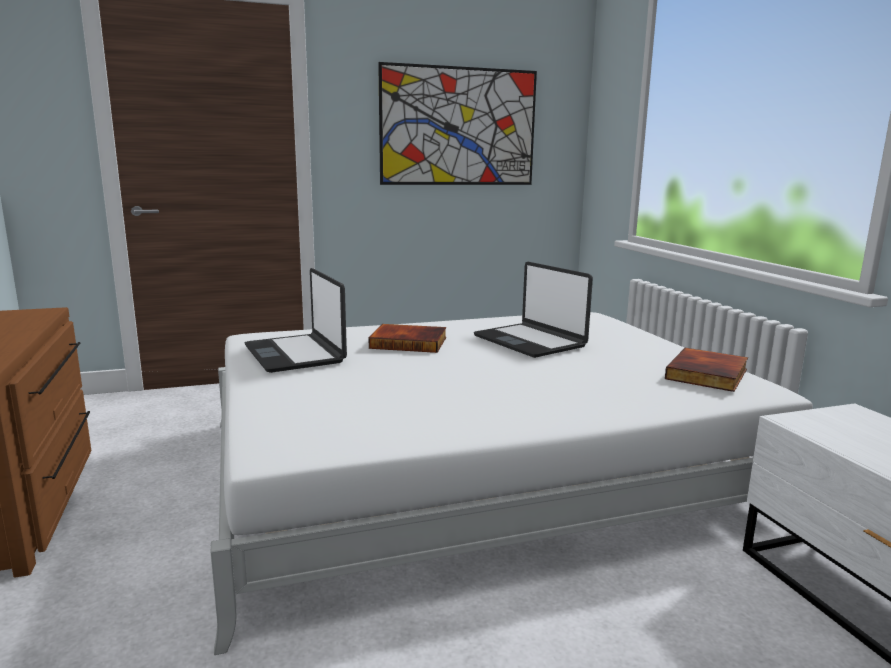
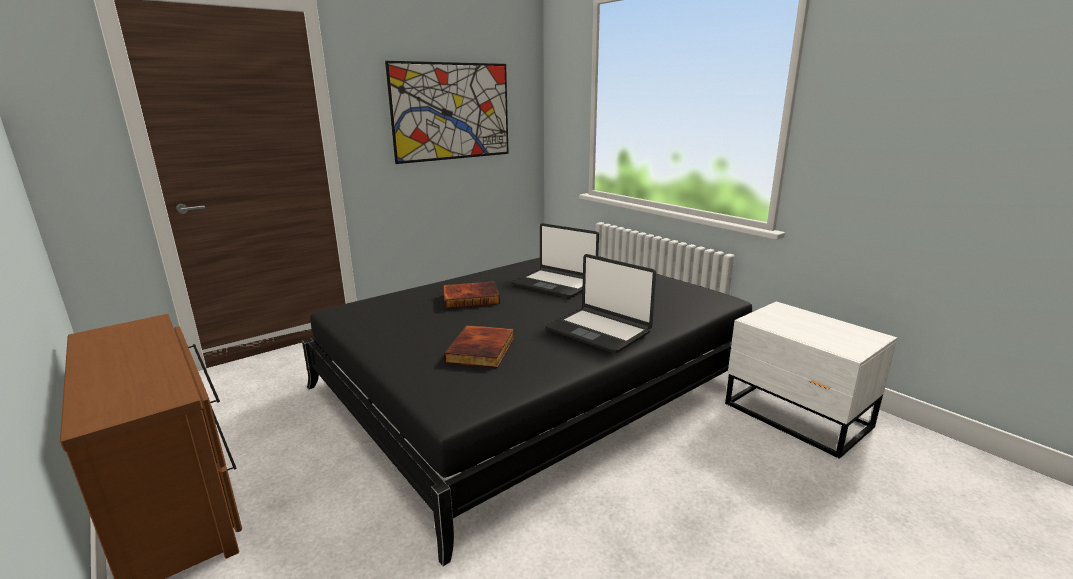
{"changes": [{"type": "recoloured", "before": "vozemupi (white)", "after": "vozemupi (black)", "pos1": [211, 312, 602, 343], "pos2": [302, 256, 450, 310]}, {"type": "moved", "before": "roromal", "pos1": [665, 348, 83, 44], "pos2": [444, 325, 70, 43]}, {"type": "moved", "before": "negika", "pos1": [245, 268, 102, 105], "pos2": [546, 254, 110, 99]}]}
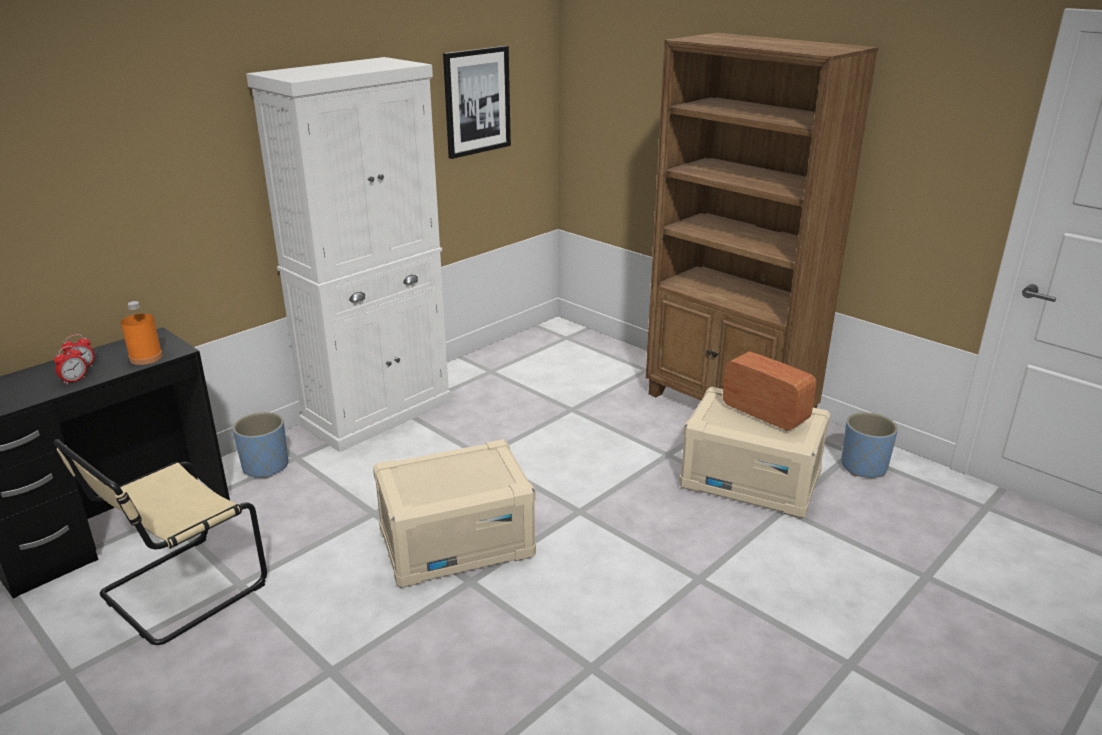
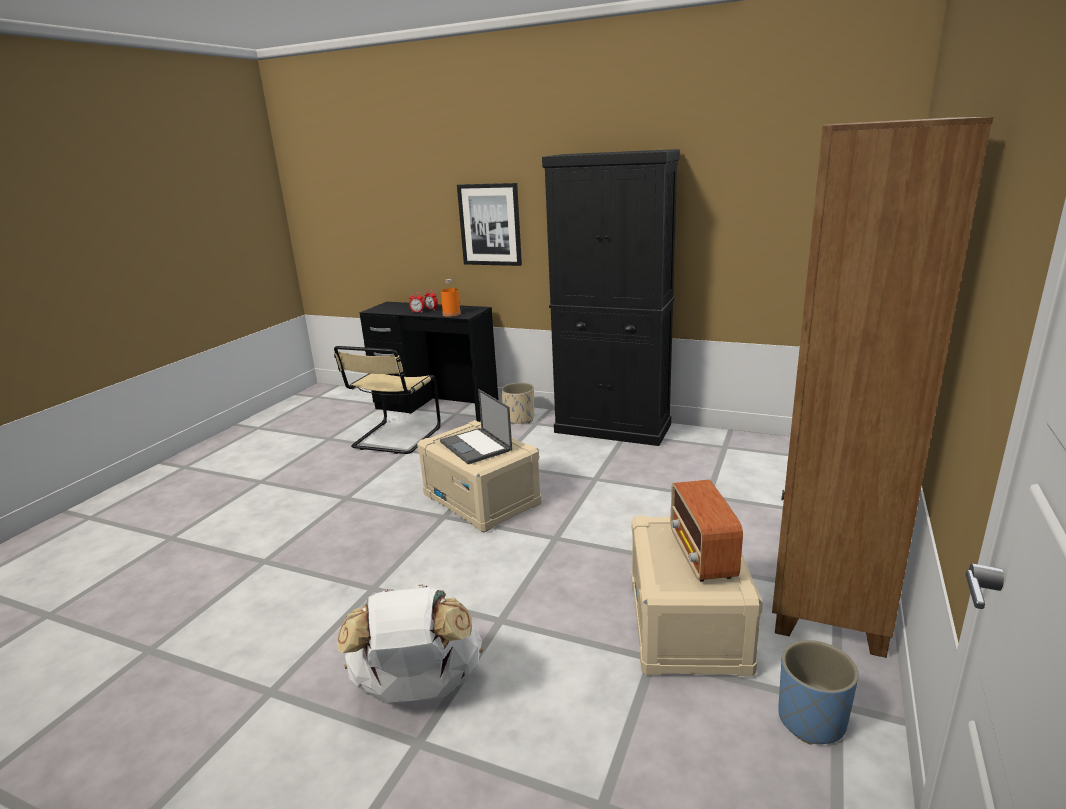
{"changes": [{"type": "turned", "before": "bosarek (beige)", "pos1": [54, 439, 213, 206], "pos2": [334, 346, 107, 108], "turn": -90}, {"type": "added", "after": "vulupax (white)", "pos2": [337, 585, 145, 119]}, {"type": "added", "after": "negika", "pos2": [440, 389, 72, 75]}, {"type": "moved", "before": "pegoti", "pos1": [443, 46, 68, 113], "pos2": [457, 183, 65, 83]}, {"type": "recoloured", "before": "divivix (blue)", "after": "divivix (beige)", "pos1": [233, 412, 55, 66], "pos2": [501, 383, 33, 41]}, {"type": "recoloured", "before": "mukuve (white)", "after": "mukuve (black)", "pos1": [246, 57, 205, 395], "pos2": [542, 149, 138, 297]}, {"type": "turned", "before": "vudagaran", "pos1": [723, 352, 93, 79], "pos2": [671, 480, 72, 102], "turn": 150}]}
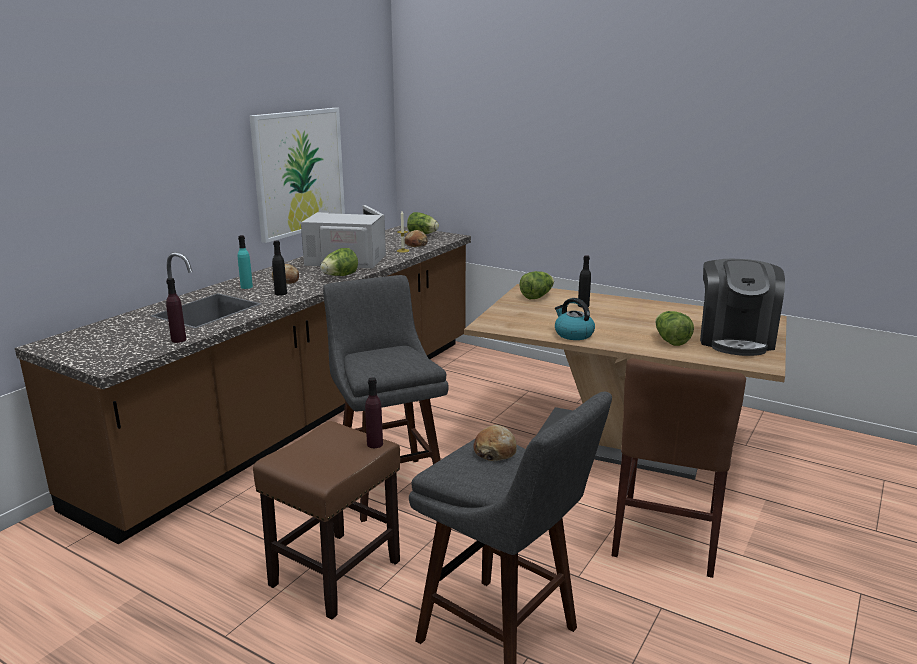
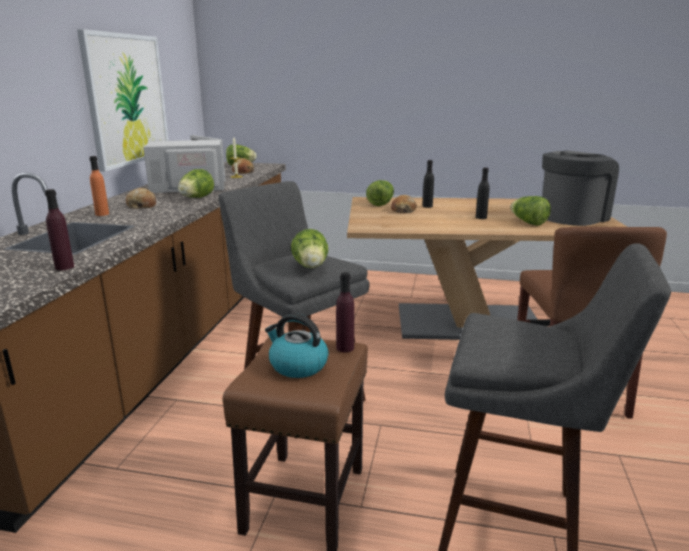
{"changes": [{"type": "recoloured", "before": "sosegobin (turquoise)", "after": "sosegobin (orange)", "pos1": [238, 235, 15, 54], "pos2": [89, 156, 20, 60]}, {"type": "moved", "before": "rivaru", "pos1": [555, 298, 40, 42], "pos2": [265, 313, 64, 65]}, {"type": "added", "after": "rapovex", "pos2": [291, 229, 37, 39]}, {"type": "moved", "before": "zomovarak", "pos1": [473, 425, 44, 36], "pos2": [391, 195, 26, 18]}, {"type": "moved", "before": "sosegobin (black)", "pos1": [272, 240, 15, 56], "pos2": [476, 168, 14, 51]}, {"type": "turned", "before": "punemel", "pos1": [700, 259, 85, 97], "pos2": [542, 151, 77, 75], "turn": -120}]}
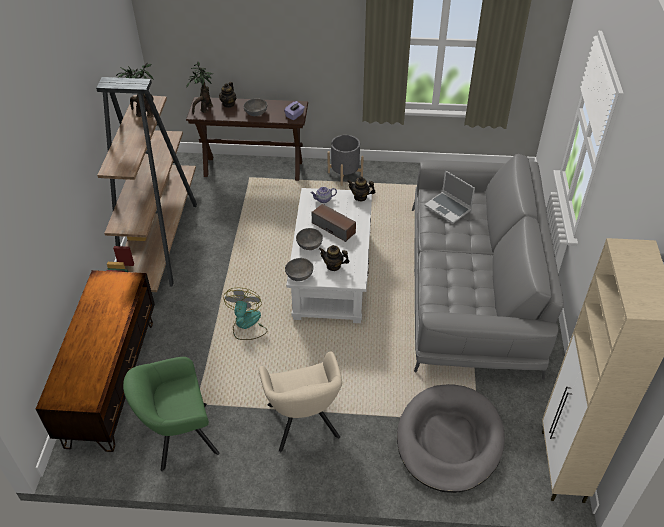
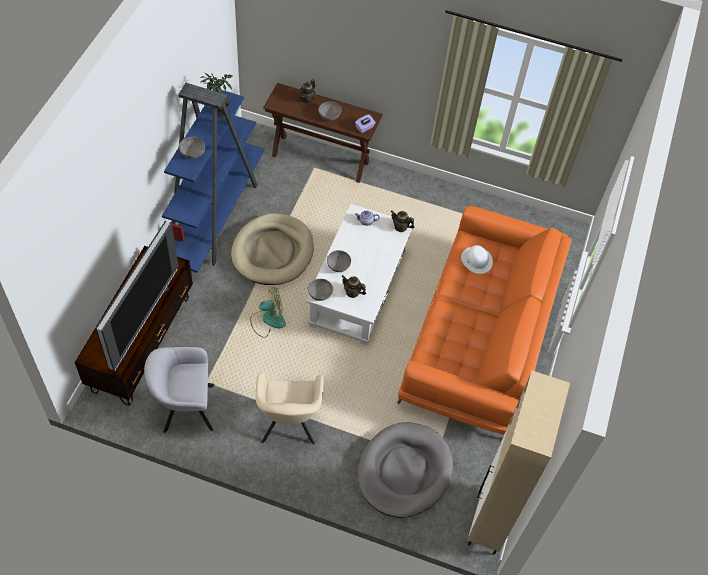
{"changes": [{"type": "added", "after": "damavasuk", "pos2": [96, 221, 82, 150]}, {"type": "recoloured", "before": "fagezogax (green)", "after": "fagezogax (grey)", "pos1": [123, 357, 97, 114], "pos2": [144, 347, 70, 86]}, {"type": "recoloured", "before": "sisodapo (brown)", "after": "sisodapo (blue)", "pos1": [96, 77, 101, 215], "pos2": [162, 83, 103, 190]}, {"type": "added", "after": "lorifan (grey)", "pos2": [179, 137, 26, 22]}, {"type": "added", "after": "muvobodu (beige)", "pos2": [231, 213, 83, 72]}, {"type": "turned", "before": "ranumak", "pos1": [223, 288, 44, 52], "pos2": [250, 287, 36, 51], "turn": 60}, {"type": "recoloured", "before": "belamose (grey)", "after": "belamose (orange)", "pos1": [412, 154, 152, 226], "pos2": [397, 206, 175, 229]}, {"type": "replaced", "before": "negika", "after": "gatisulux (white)", "pos1": [424, 170, 51, 53], "pos2": [461, 245, 32, 29]}, {"type": "removed", "before": "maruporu", "pos1": [186, 62, 27, 52]}, {"type": "removed", "before": "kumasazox", "pos1": [312, 204, 44, 38]}, {"type": "removed", "before": "divivix (grey)", "pos1": [328, 135, 36, 51]}]}
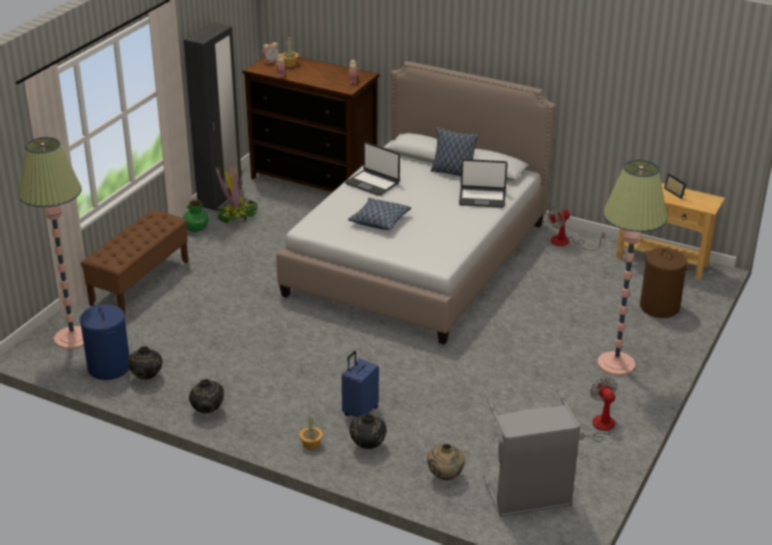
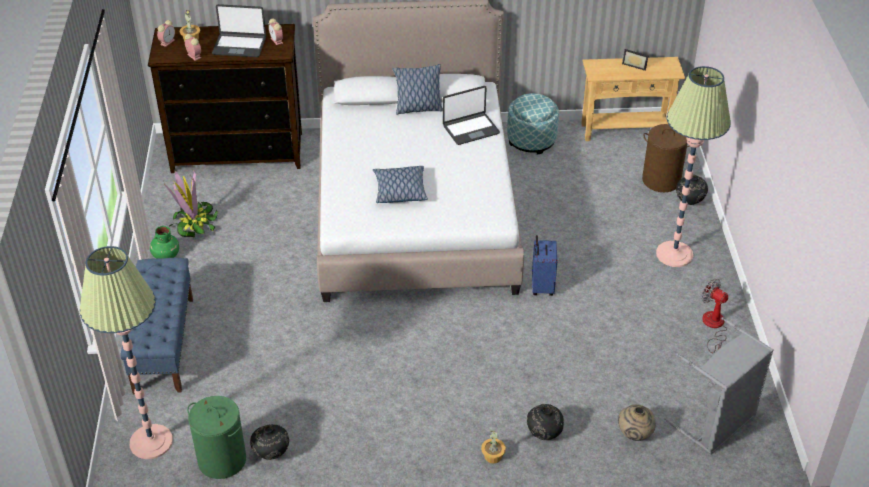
{"changes": [{"type": "recoloured", "before": "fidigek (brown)", "after": "fidigek (blue)", "pos1": [81, 210, 107, 104], "pos2": [121, 258, 72, 136]}, {"type": "recoloured", "before": "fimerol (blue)", "after": "fimerol (green)", "pos1": [80, 304, 50, 76], "pos2": [187, 396, 59, 83]}, {"type": "moved", "before": "negika", "pos1": [345, 142, 55, 54], "pos2": [212, 4, 54, 53]}, {"type": "replaced", "before": "ranumak", "after": "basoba", "pos1": [548, 207, 58, 43], "pos2": [507, 93, 52, 61]}, {"type": "moved", "before": "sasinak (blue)", "pos1": [342, 351, 37, 66], "pos2": [532, 235, 25, 61]}, {"type": "moved", "before": "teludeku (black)", "pos1": [189, 379, 35, 34], "pos2": [676, 175, 32, 30]}, {"type": "removed", "before": "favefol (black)", "pos1": [184, 22, 58, 188]}]}
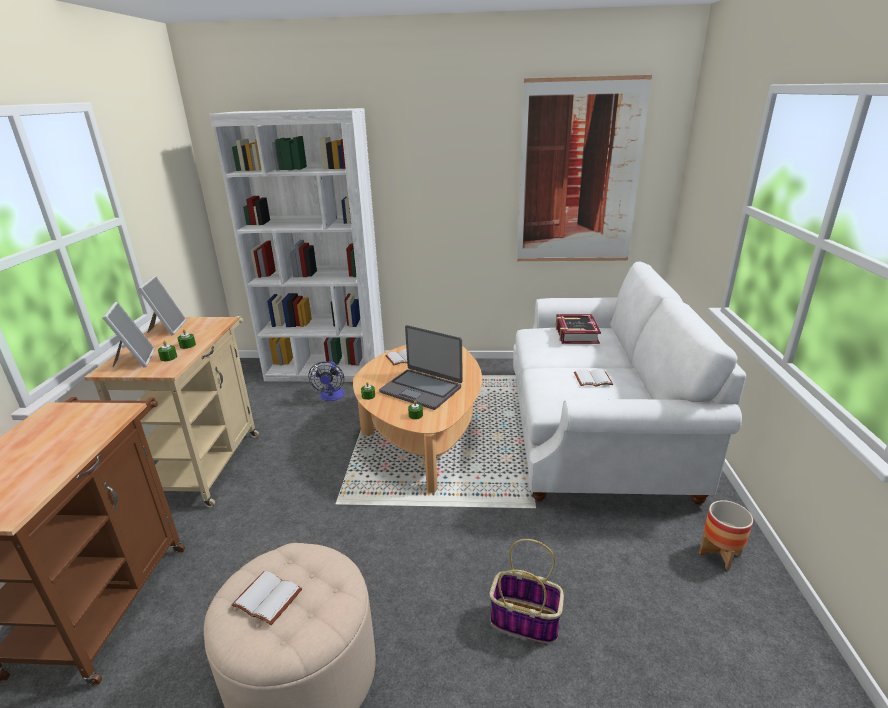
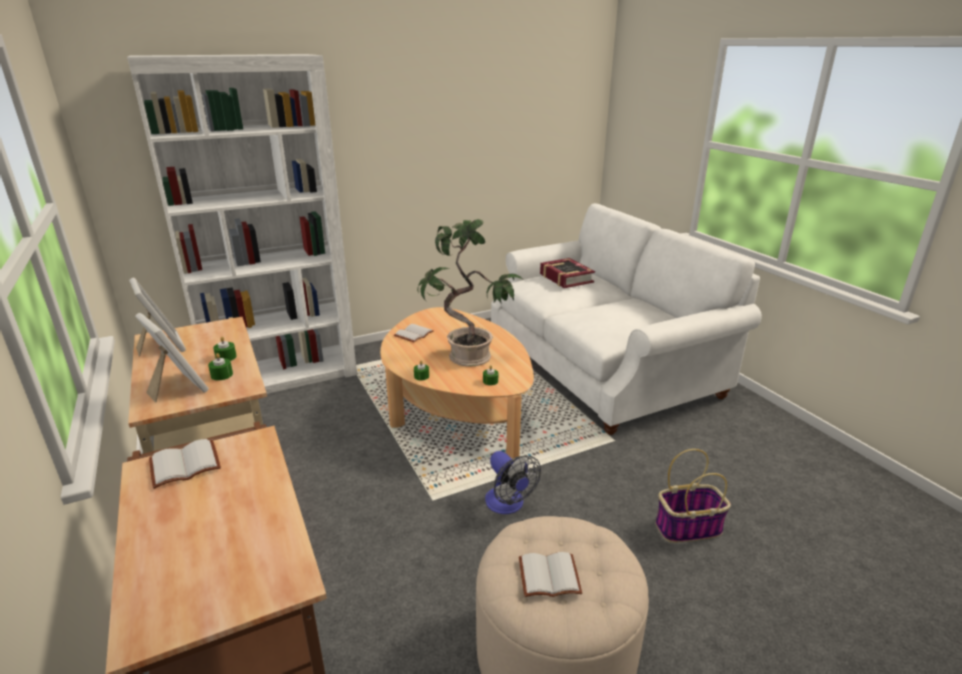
{"changes": [{"type": "moved", "before": "roromal (white)", "pos1": [574, 369, 39, 18], "pos2": [149, 439, 72, 50]}, {"type": "replaced", "before": "negika", "after": "maruporu", "pos1": [379, 325, 84, 85], "pos2": [417, 219, 107, 148]}, {"type": "moved", "before": "ranumak", "pos1": [308, 361, 37, 40], "pos2": [485, 451, 56, 63]}, {"type": "removed", "before": "pegoti", "pos1": [517, 75, 135, 186]}, {"type": "removed", "before": "divivix", "pos1": [699, 500, 54, 70]}]}
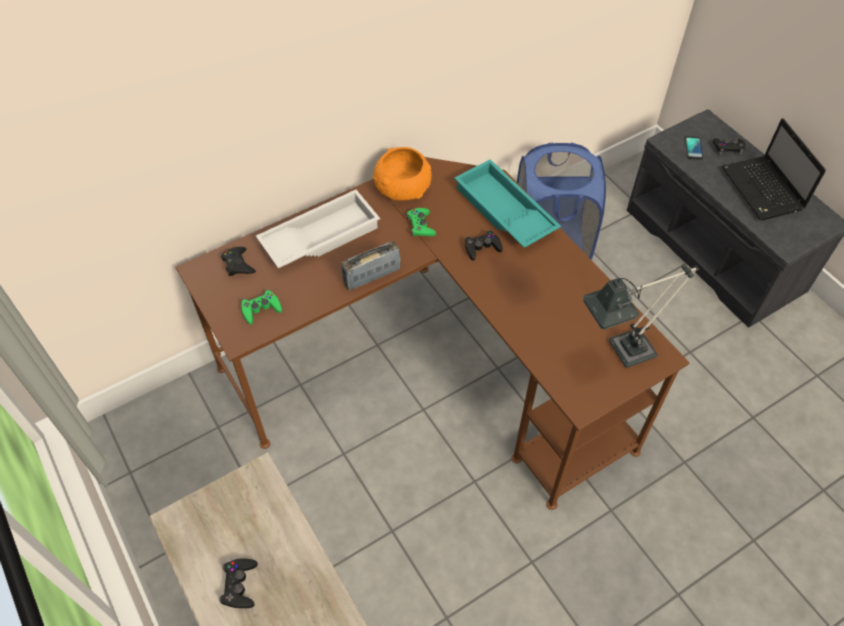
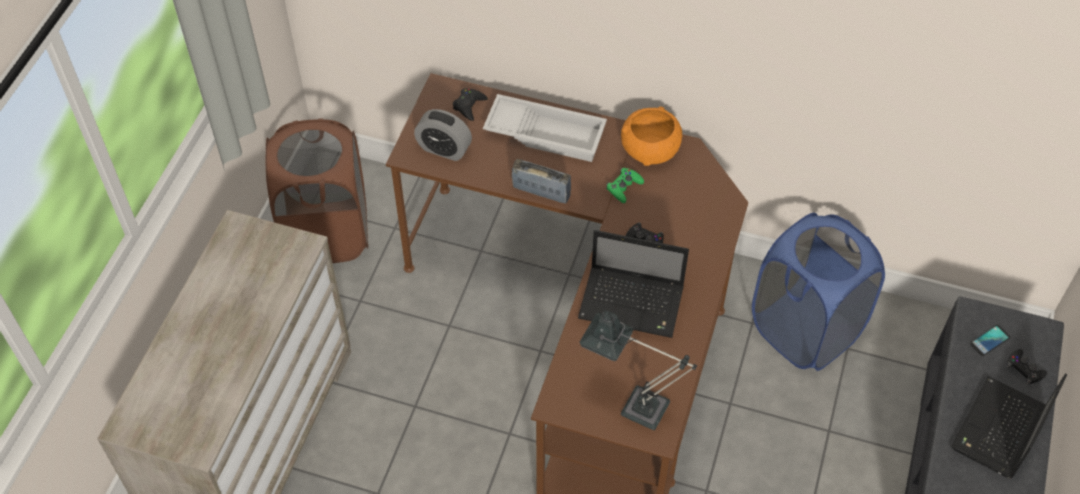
{"changes": [{"type": "added", "after": "fimerol (brown)", "pos2": [266, 119, 102, 144]}, {"type": "replaced", "before": "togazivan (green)", "after": "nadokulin", "pos1": [241, 290, 41, 35], "pos2": [414, 109, 58, 52]}, {"type": "added", "after": "negika", "pos2": [578, 230, 111, 108]}, {"type": "removed", "before": "togazivan (black)", "pos1": [219, 558, 39, 50]}, {"type": "removed", "before": "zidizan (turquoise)", "pos1": [454, 159, 107, 89]}]}
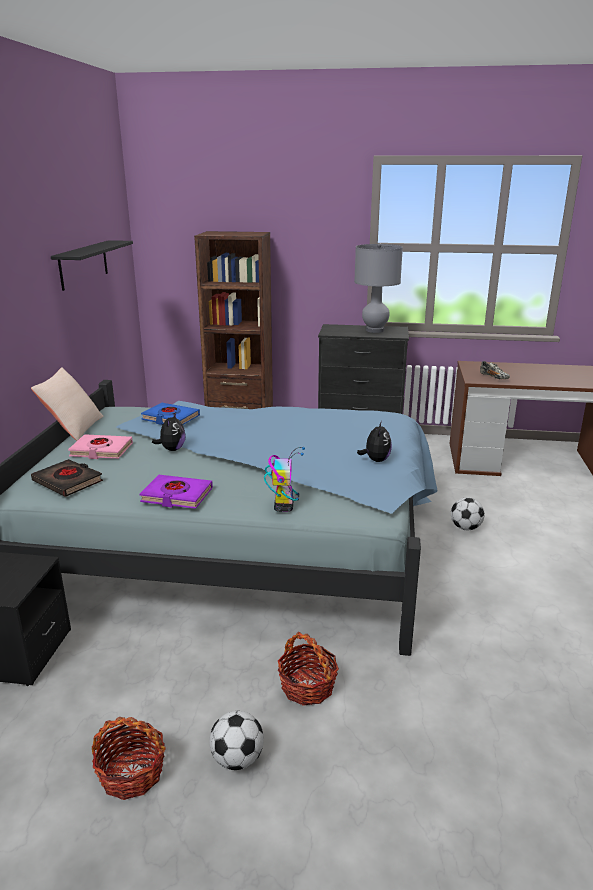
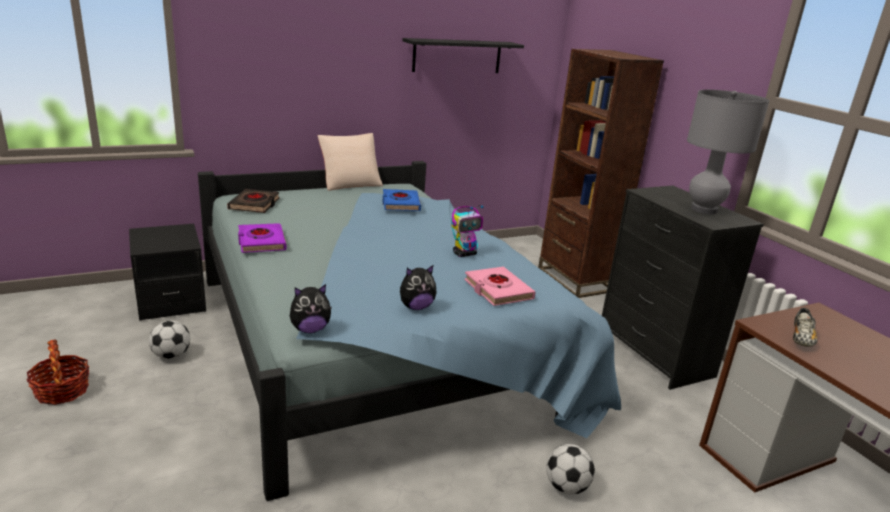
{"changes": [{"type": "moved", "before": "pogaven", "pos1": [209, 711, 55, 59], "pos2": [149, 321, 41, 38]}, {"type": "moved", "before": "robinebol", "pos1": [152, 413, 34, 38], "pos2": [290, 284, 42, 49]}, {"type": "moved", "before": "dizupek", "pos1": [264, 447, 41, 65], "pos2": [451, 205, 32, 52]}, {"type": "moved", "before": "roromal (pink)", "pos1": [68, 434, 65, 25], "pos2": [464, 267, 71, 39]}, {"type": "removed", "before": "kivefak", "pos1": [278, 632, 61, 74]}]}
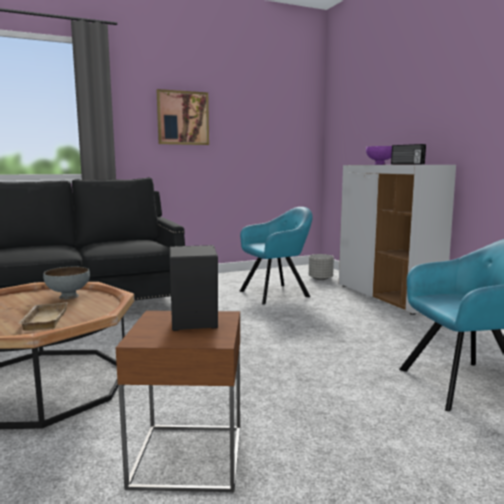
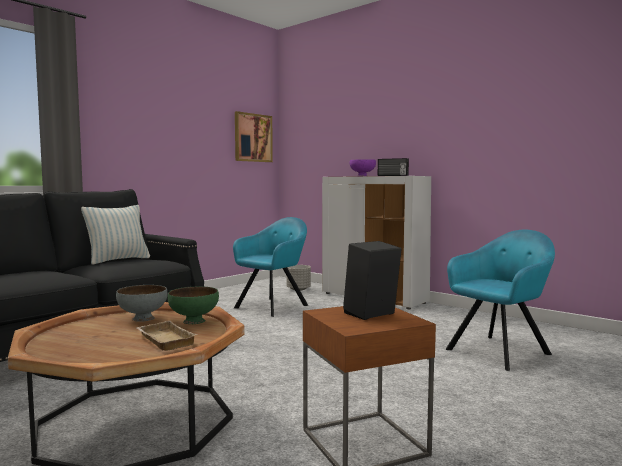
{"changes": [{"type": "added", "after": "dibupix", "pos2": [81, 205, 69, 60]}, {"type": "added", "after": "lorifan (green)", "pos2": [168, 287, 51, 37]}, {"type": "moved", "before": "pegoti", "pos1": [157, 89, 52, 56], "pos2": [235, 111, 38, 51]}]}
